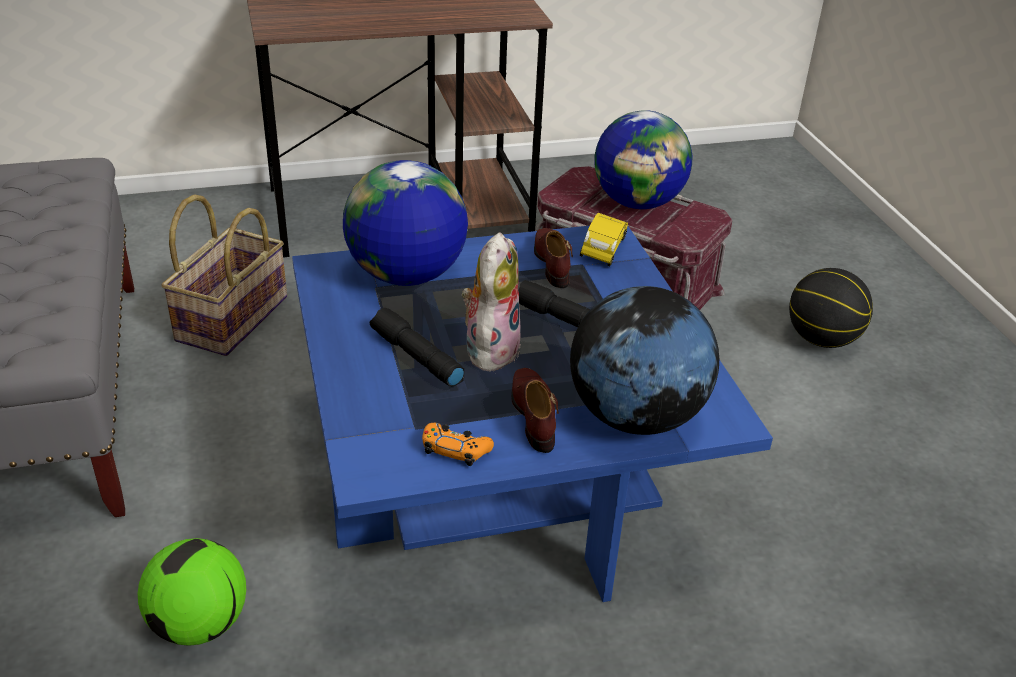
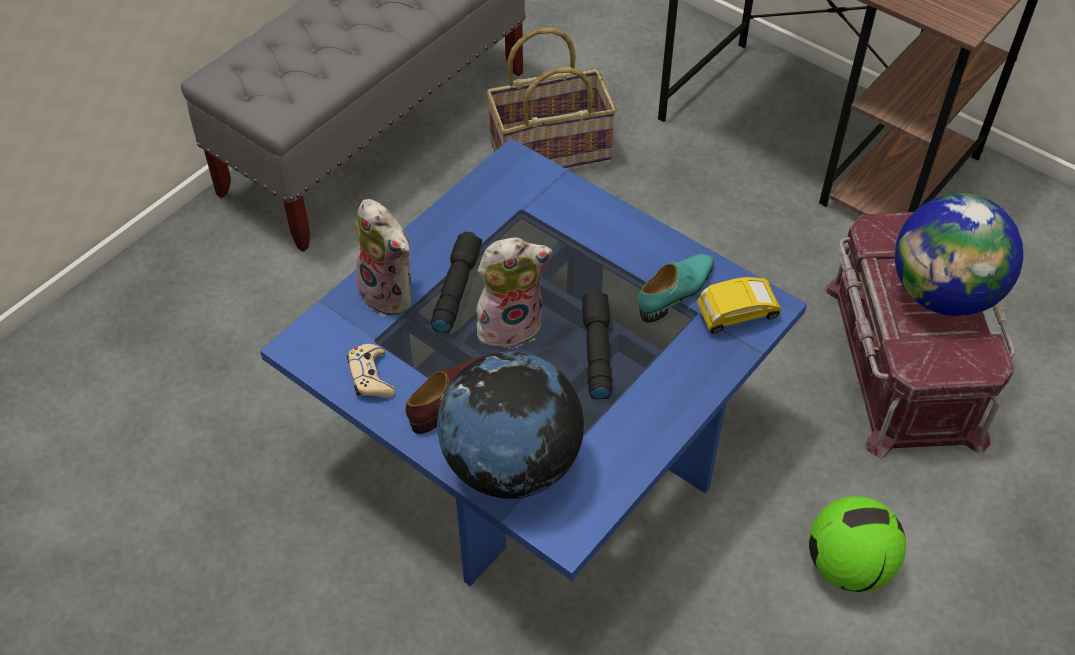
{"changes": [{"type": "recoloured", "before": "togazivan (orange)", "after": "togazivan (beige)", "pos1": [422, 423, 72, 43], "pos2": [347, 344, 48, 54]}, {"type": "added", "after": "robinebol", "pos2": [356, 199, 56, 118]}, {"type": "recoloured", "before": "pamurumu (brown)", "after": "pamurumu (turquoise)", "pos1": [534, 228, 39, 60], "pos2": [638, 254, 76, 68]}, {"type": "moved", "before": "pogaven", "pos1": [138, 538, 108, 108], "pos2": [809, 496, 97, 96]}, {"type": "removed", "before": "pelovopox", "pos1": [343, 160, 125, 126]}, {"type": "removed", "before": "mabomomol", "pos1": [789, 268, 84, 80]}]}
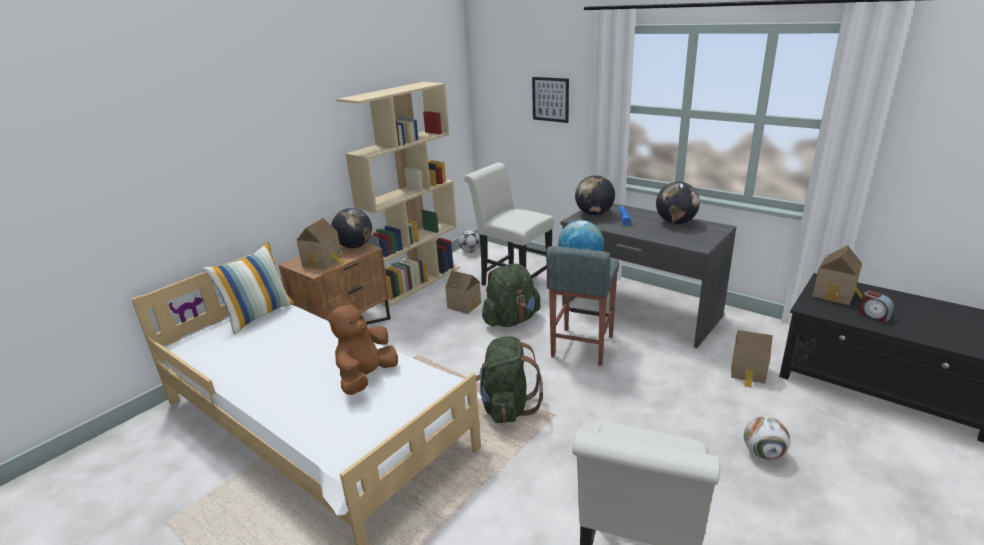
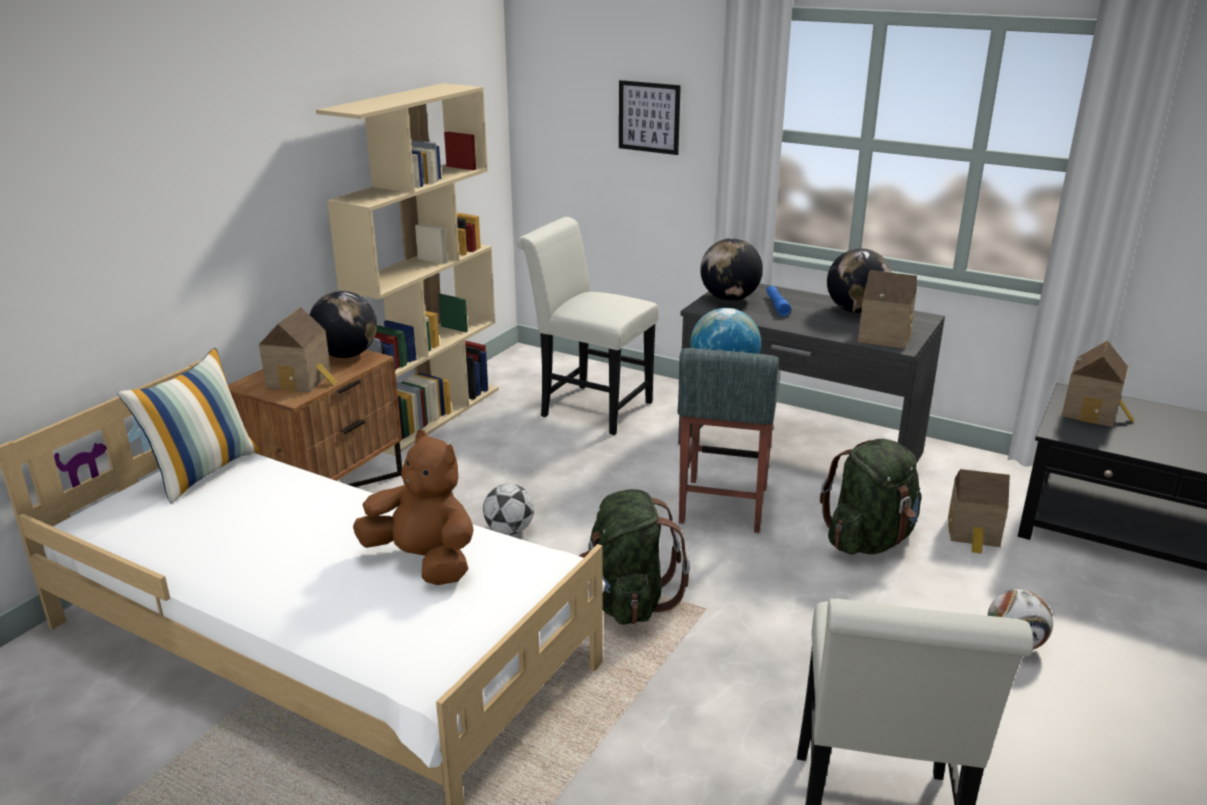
{"changes": [{"type": "turned", "before": "robinebol (brown)", "pos1": [326, 300, 72, 95], "pos2": [353, 430, 121, 155], "turn": 105}, {"type": "moved", "before": "pogaven", "pos1": [459, 230, 21, 23], "pos2": [483, 484, 51, 51]}, {"type": "moved", "before": "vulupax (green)", "pos1": [482, 264, 59, 63], "pos2": [820, 438, 102, 116]}, {"type": "moved", "before": "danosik", "pos1": [445, 271, 36, 43], "pos2": [858, 270, 59, 79]}, {"type": "removed", "before": "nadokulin", "pos1": [858, 290, 36, 33]}]}
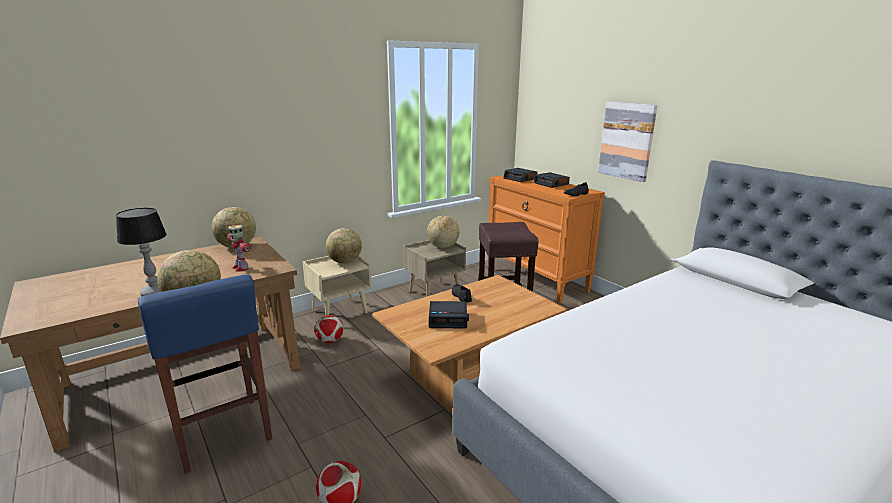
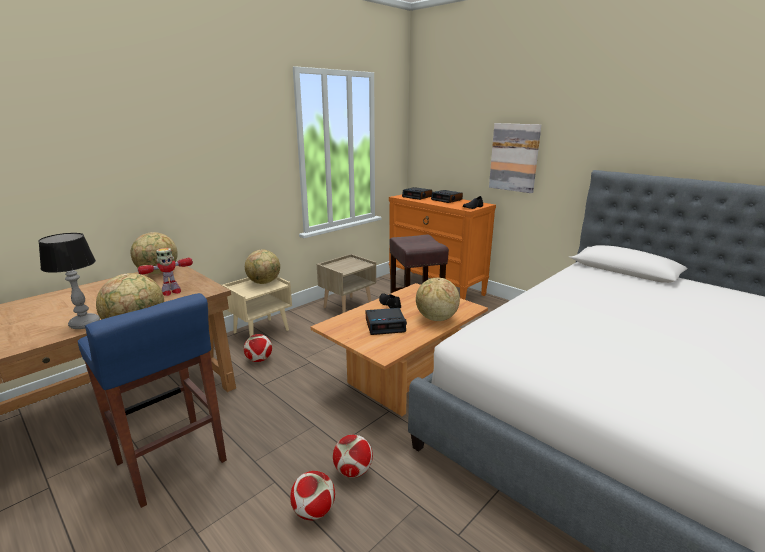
{"changes": [{"type": "turned", "before": "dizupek", "pos1": [227, 225, 24, 47], "pos2": [137, 248, 56, 48], "turn": -75}, {"type": "added", "after": "pogaven", "pos2": [333, 435, 40, 43]}, {"type": "moved", "before": "pelovopox", "pos1": [427, 216, 32, 32], "pos2": [416, 278, 44, 43]}]}
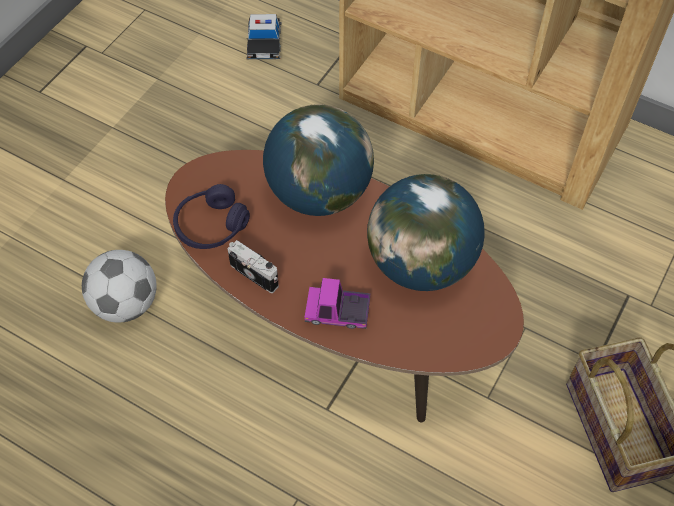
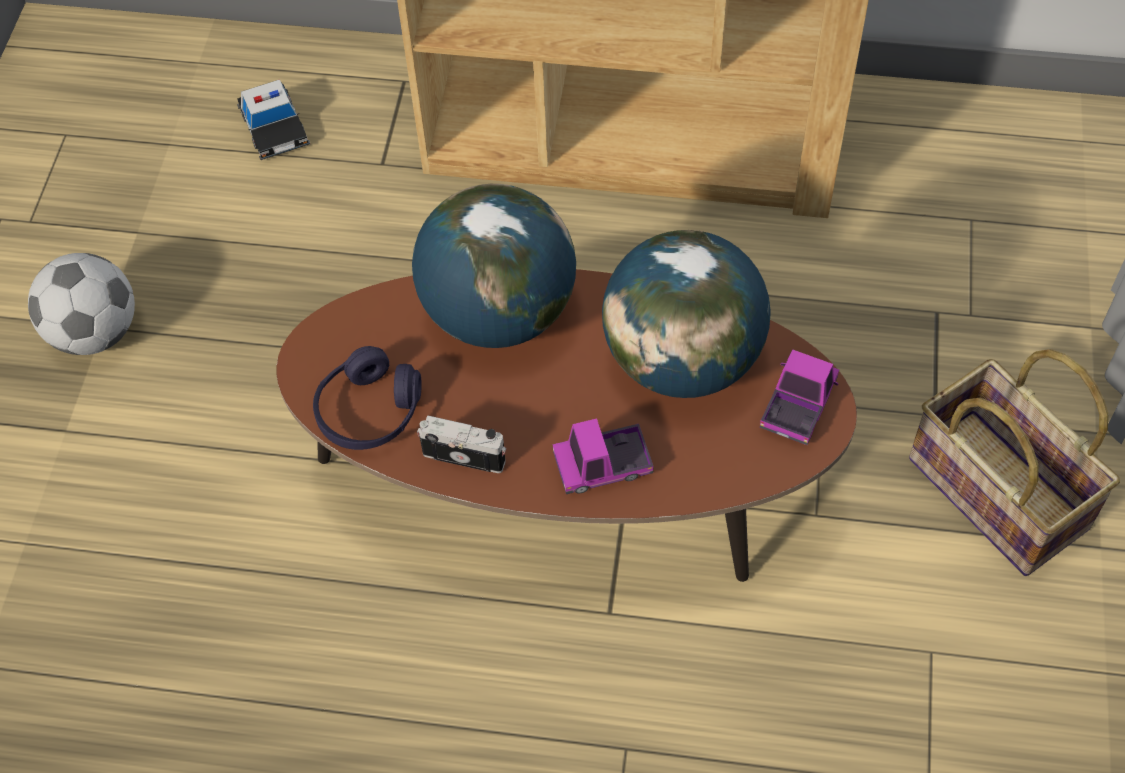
{"changes": [{"type": "moved", "before": "pogaven", "pos1": [82, 250, 74, 73], "pos2": [28, 253, 107, 102]}, {"type": "added", "after": "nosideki", "pos2": [760, 349, 79, 96]}]}
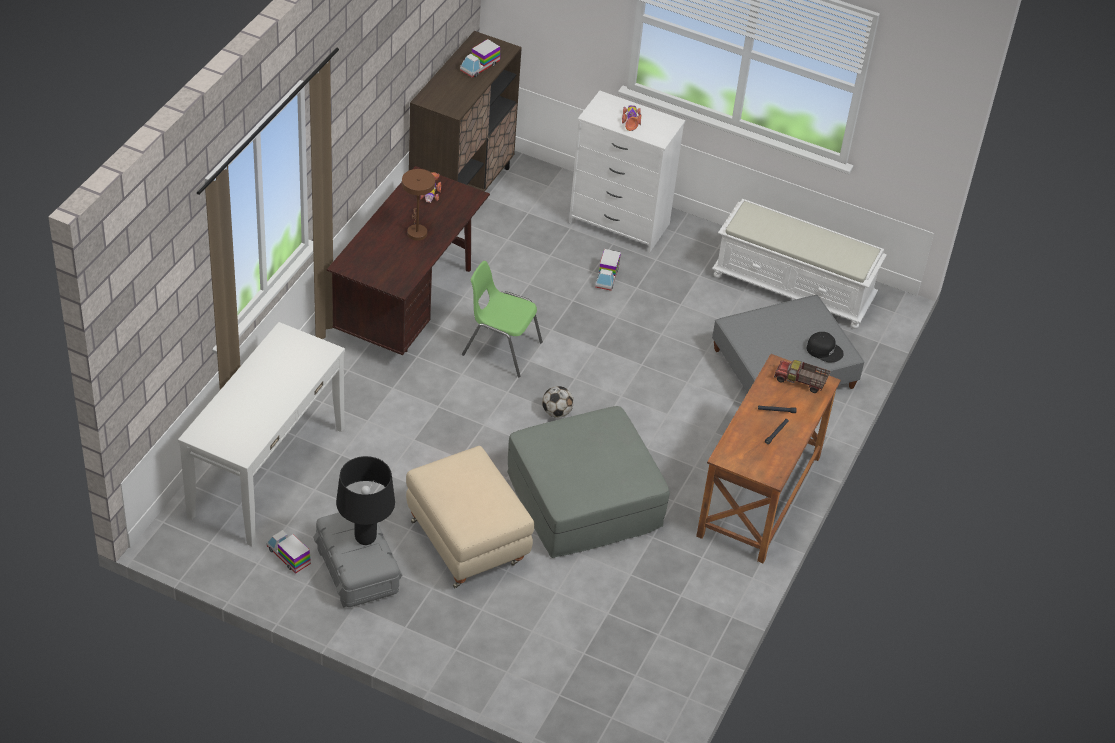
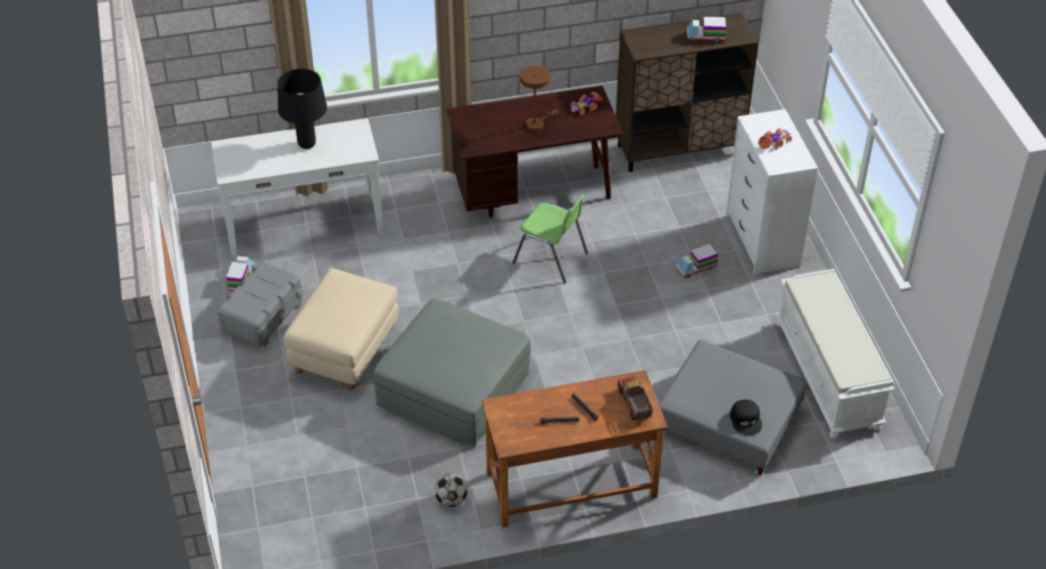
{"changes": [{"type": "moved", "before": "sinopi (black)", "pos1": [336, 456, 59, 89], "pos2": [277, 68, 50, 81]}, {"type": "moved", "before": "pogaven", "pos1": [542, 386, 32, 32], "pos2": [434, 474, 33, 33]}, {"type": "turned", "before": "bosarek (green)", "pos1": [462, 261, 81, 116], "pos2": [512, 194, 76, 89], "turn": 135}]}
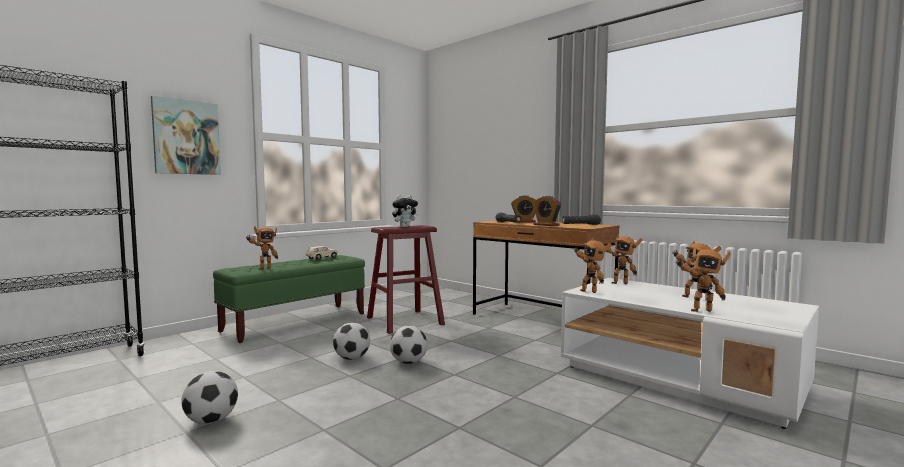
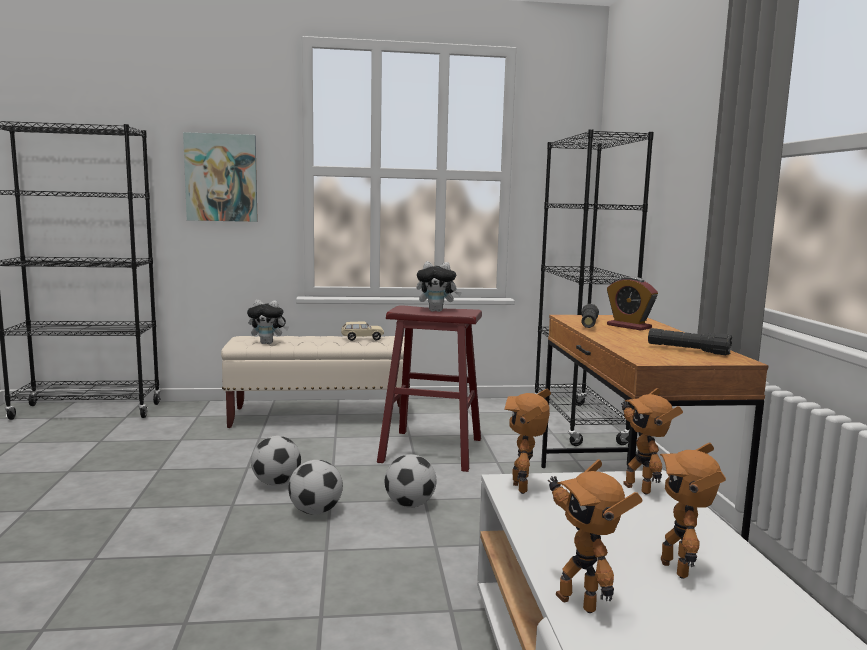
{"changes": [{"type": "recoloured", "before": "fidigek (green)", "after": "fidigek (beige)", "pos1": [213, 255, 152, 88], "pos2": [221, 336, 189, 92]}, {"type": "replaced", "before": "dizupek", "after": "robinebol", "pos1": [247, 226, 31, 44], "pos2": [247, 300, 42, 44]}, {"type": "moved", "before": "pogaven", "pos1": [181, 371, 57, 53], "pos2": [385, 454, 52, 54]}, {"type": "added", "after": "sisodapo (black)", "pos2": [534, 129, 120, 317]}, {"type": "removed", "before": "nadokulin", "pos1": [533, 196, 28, 30]}]}
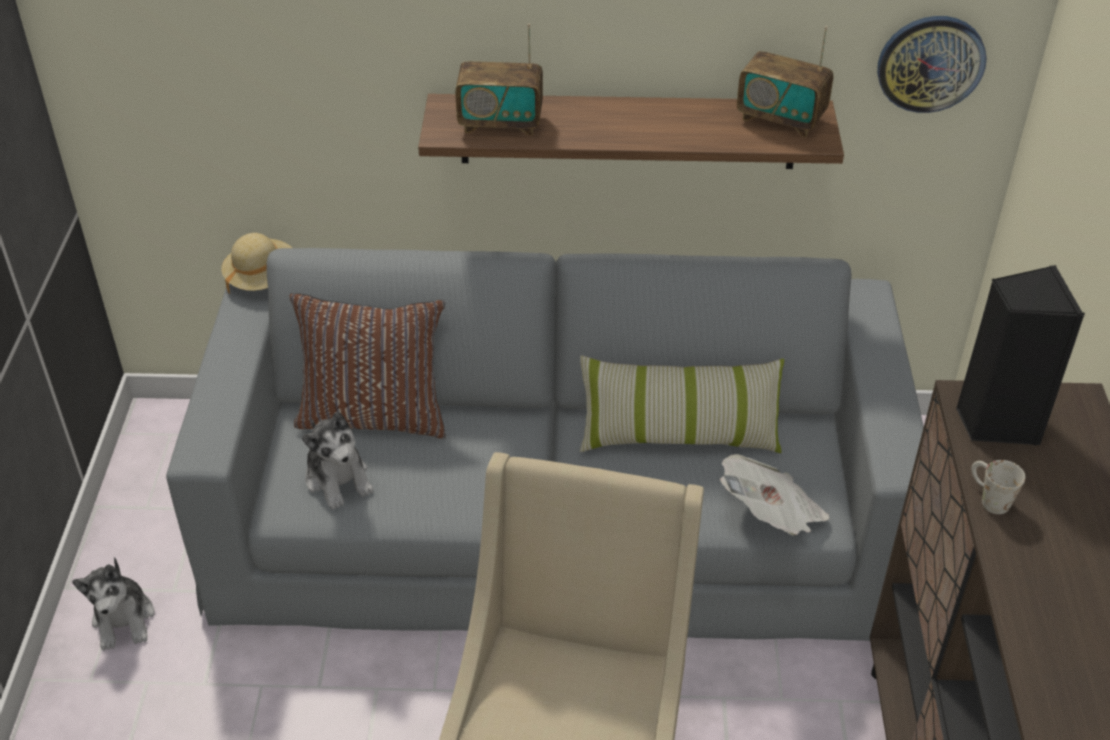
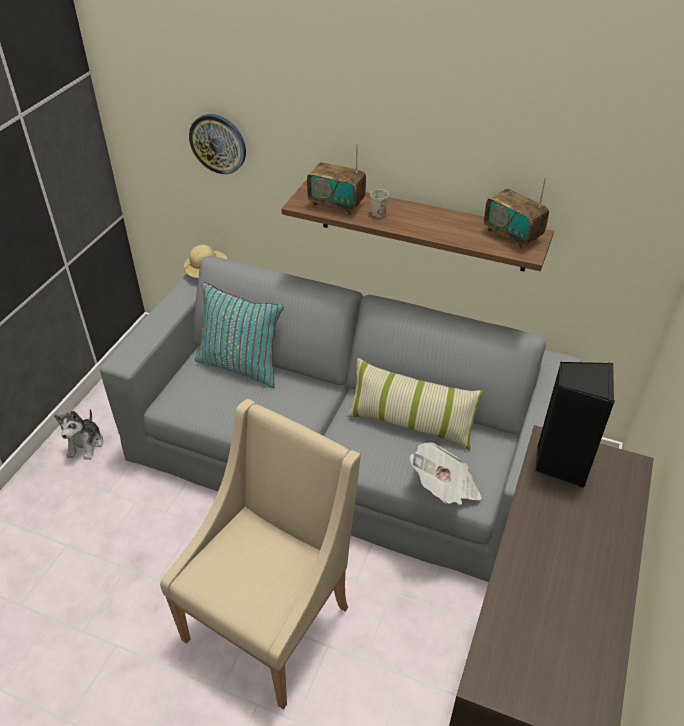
{"changes": [{"type": "moved", "before": "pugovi", "pos1": [877, 16, 110, 97], "pos2": [189, 114, 57, 60]}, {"type": "recoloured", "before": "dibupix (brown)", "after": "dibupix (turquoise)", "pos1": [290, 293, 156, 146], "pos2": [195, 282, 89, 106]}, {"type": "moved", "before": "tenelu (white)", "pos1": [971, 460, 54, 54], "pos2": [370, 189, 19, 28]}, {"type": "removed", "before": "robinebol", "pos1": [302, 411, 72, 99]}]}
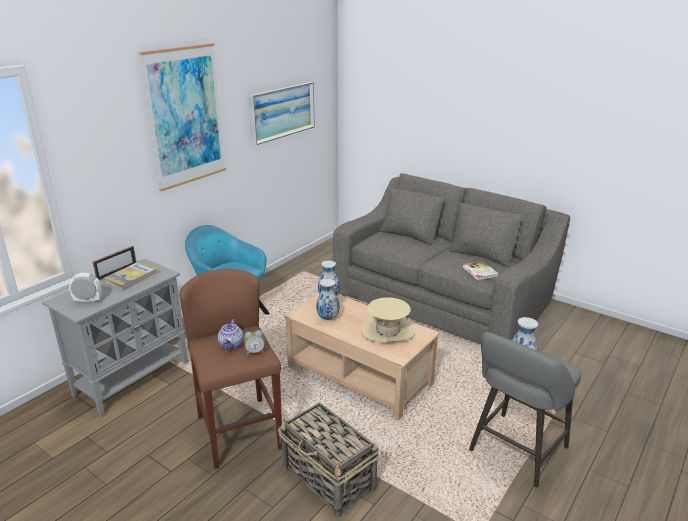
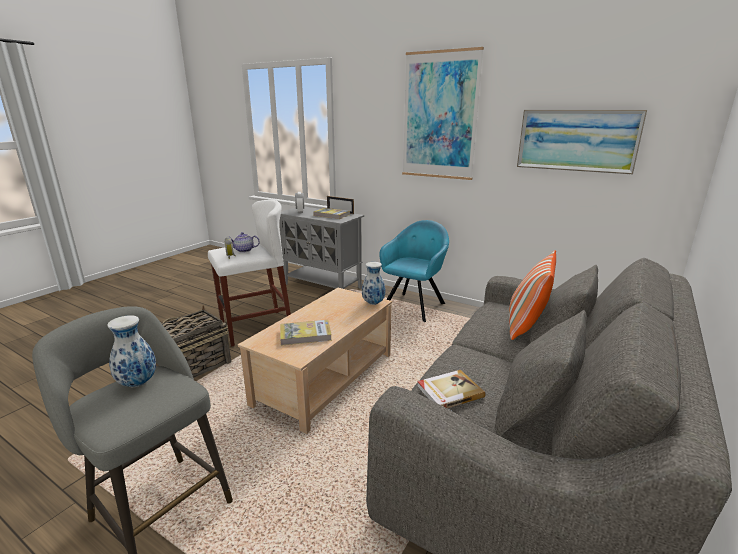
{"changes": [{"type": "recoloured", "before": "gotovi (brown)", "after": "gotovi (white)", "pos1": [179, 269, 103, 200], "pos2": [208, 200, 83, 147]}, {"type": "replaced", "before": "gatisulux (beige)", "after": "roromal", "pos1": [361, 297, 54, 45], "pos2": [280, 320, 52, 26]}, {"type": "added", "after": "dibupix", "pos2": [509, 250, 47, 90]}, {"type": "removed", "before": "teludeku", "pos1": [316, 279, 24, 41]}]}
